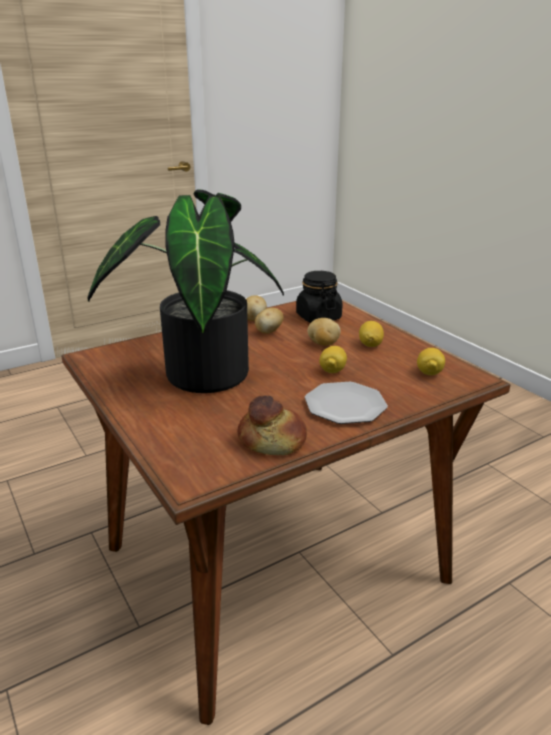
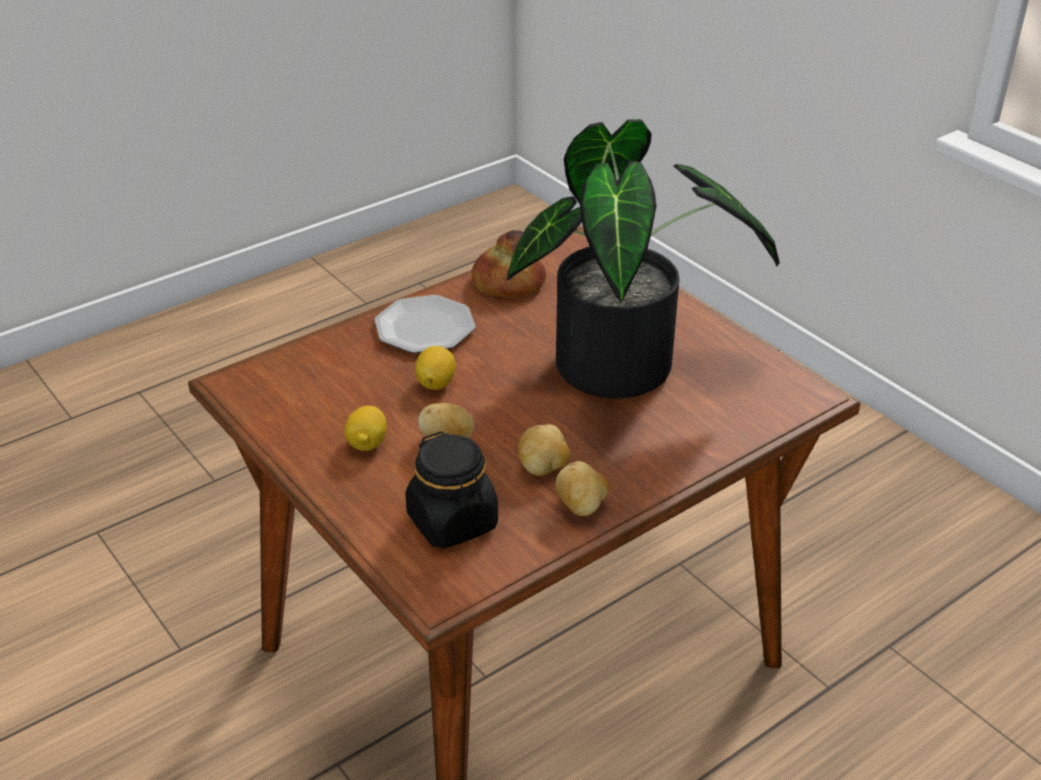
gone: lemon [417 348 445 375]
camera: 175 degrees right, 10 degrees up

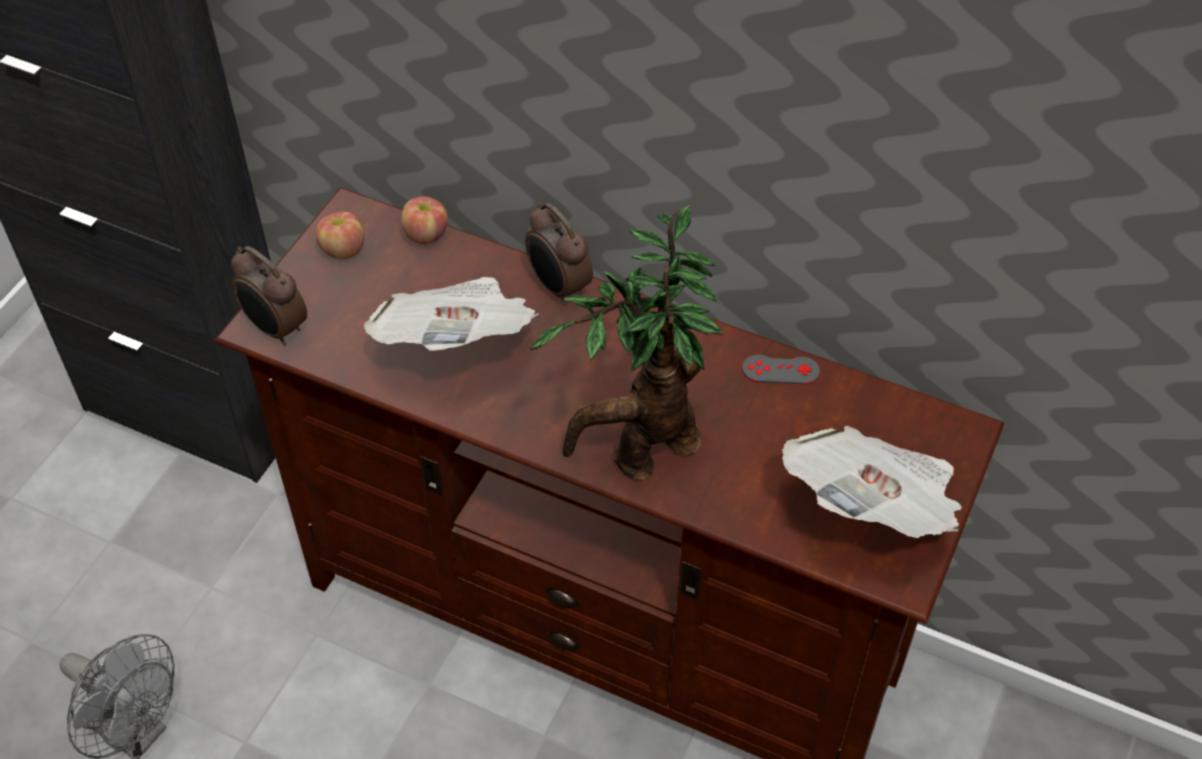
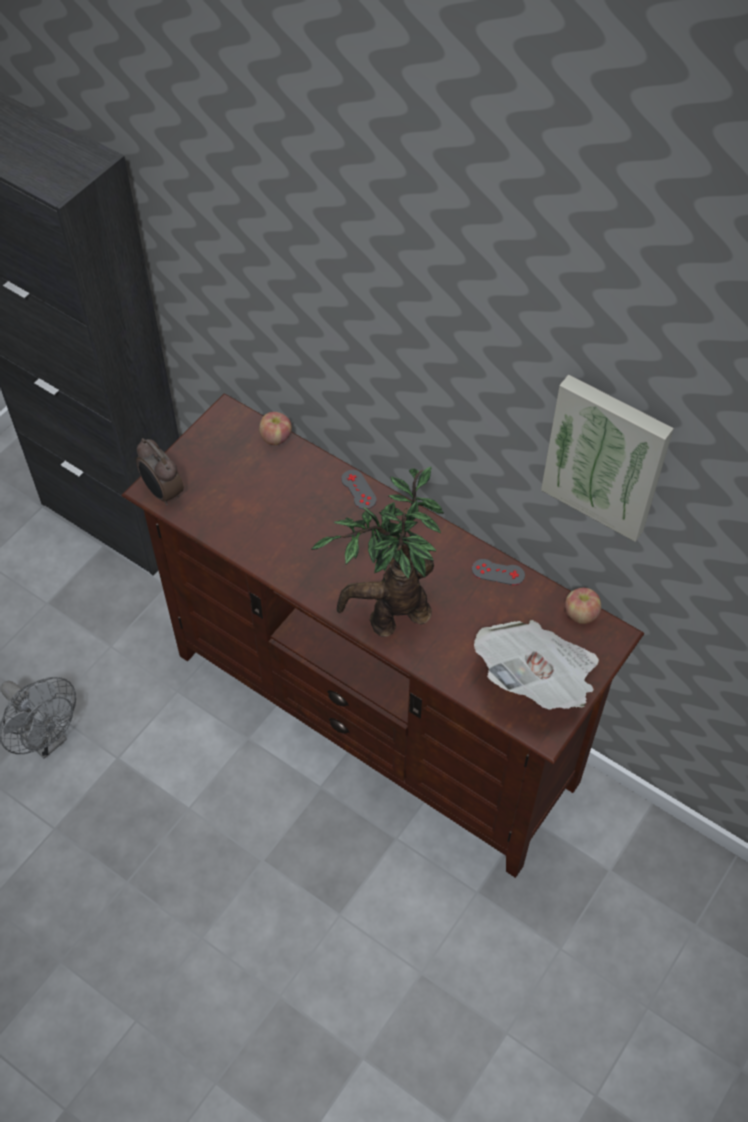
gone: newspaper [363 277 538 351]
new: picture [541 374 674 542]
shifted: apple [316 212 365 259] to [565 588 601 624]
swapped: alarm_clock [525 202 593 305] to grey_game_controller [341 470 377 510]
camera: 10 degrees right, 5 degrees up

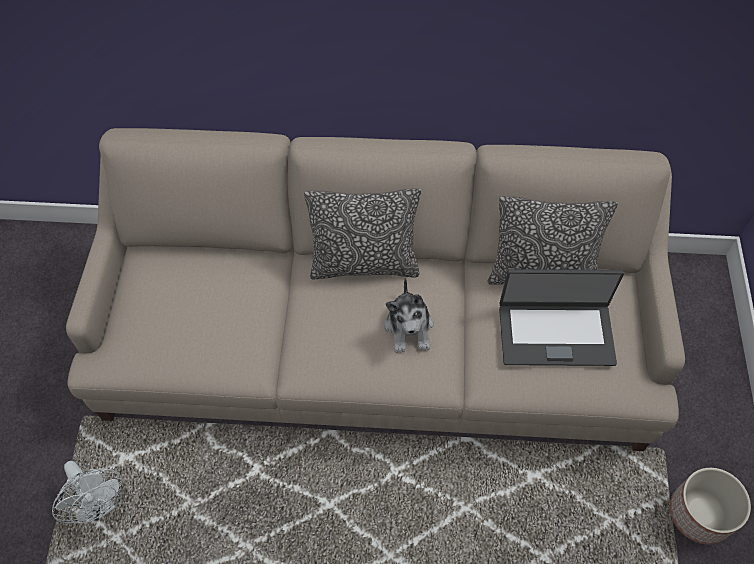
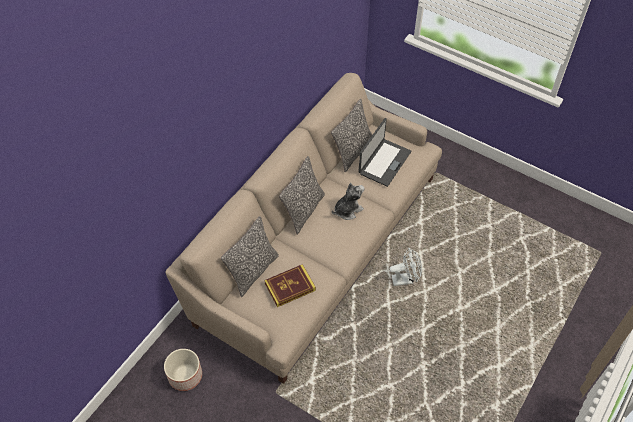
new: pillow [221 216 279 297]; book [264 264 316 307]
shifted: planter [670 468 751 544] to [164 349 202 391]; white_fan [52 461 123 524] to [390 248 422 286]
rotated: plush_toy [385 277 433 353] = [332 183 365 220] 60 degrees counterclockwise
camera: 60 degrees left, 5 degrees down

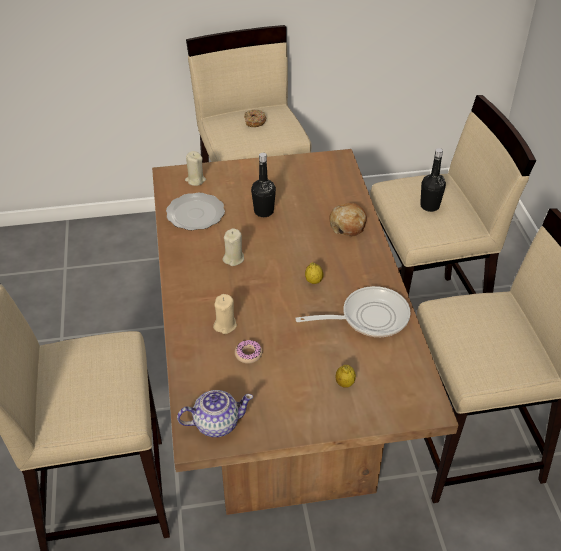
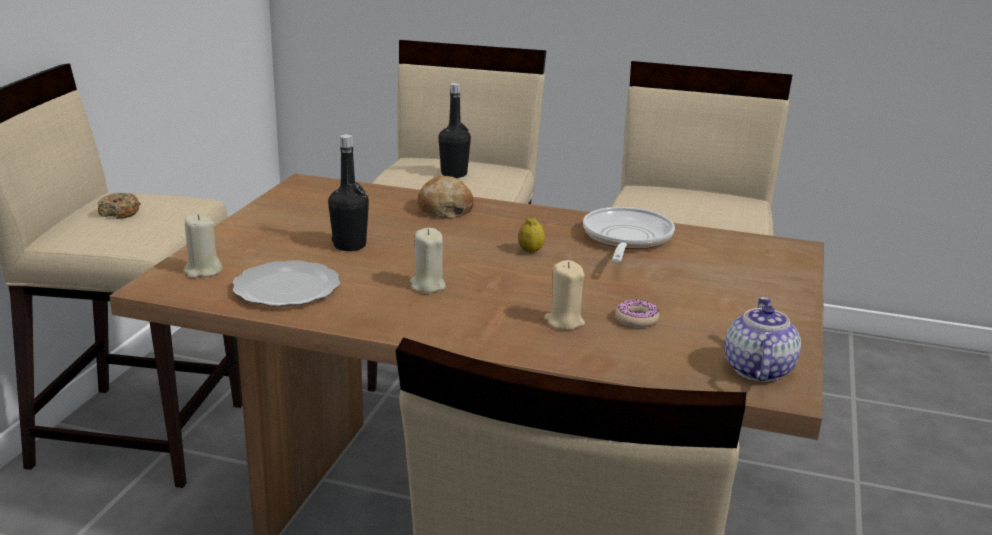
gone: lemon [336 365 356 388]
camera: 65 degrees left, 20 degrees down

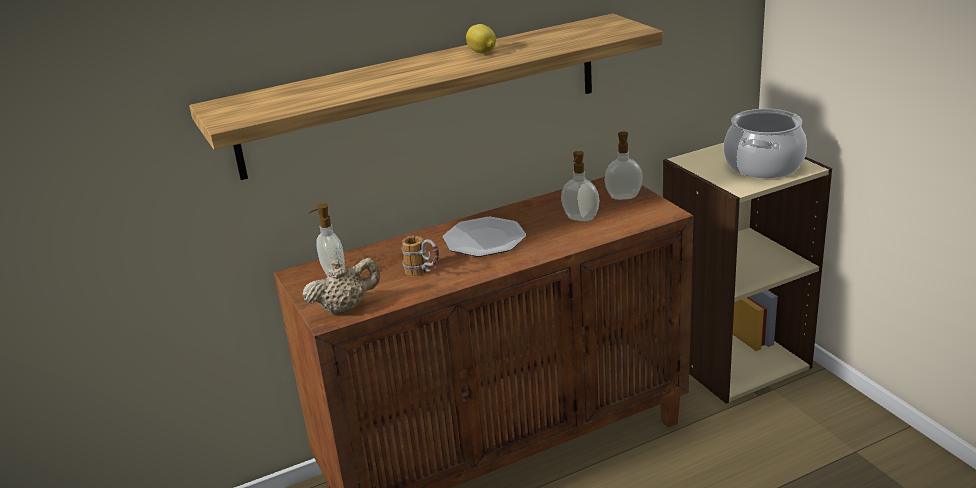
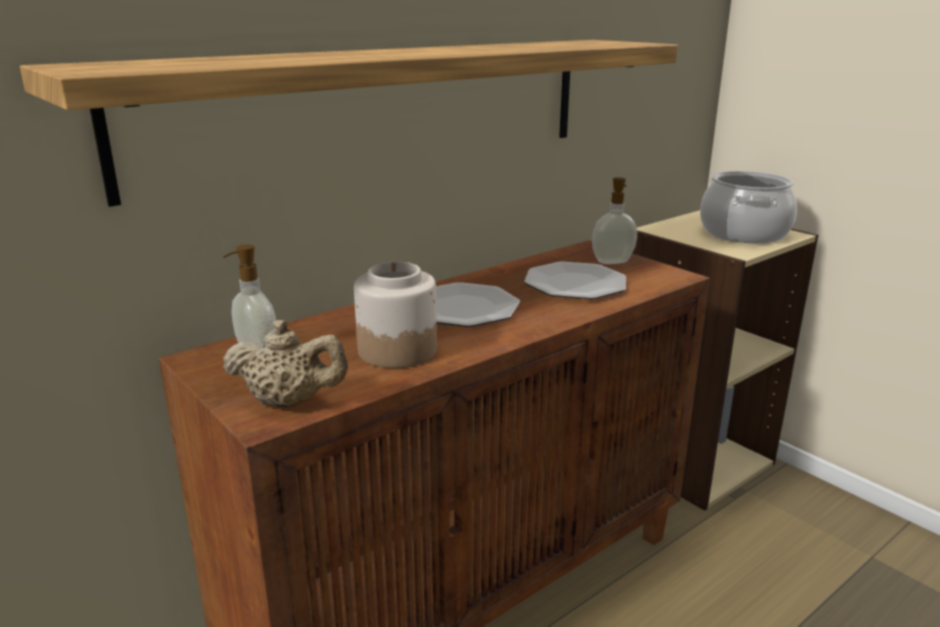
gone: lemon [466 24 496 54]
swapped: mug [402 235 439 276] to jar [354 262 437 368]; soap_dispenser [561 151 599 221] to plate [524 262 626 299]
rotated: beige_teapot [302 258 380 315] = [223 320 348 407] 45 degrees clockwise
camera: 15 degrees left, 5 degrees down

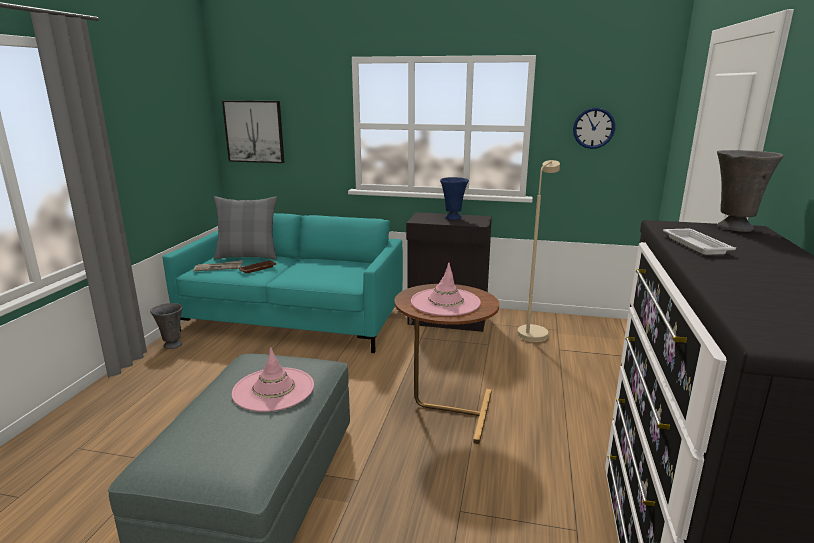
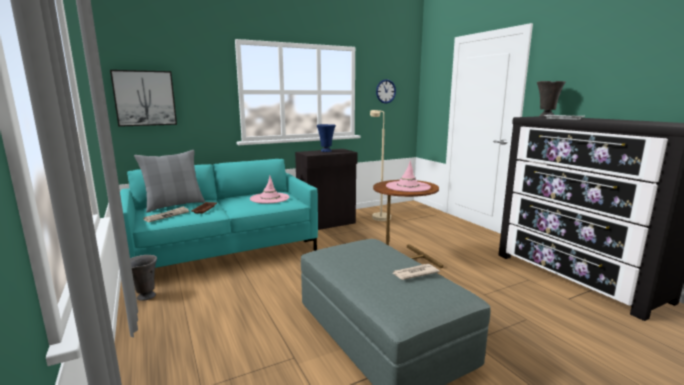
new: newspaper [392 264 440 280]
shifted: pink_hat [232 347 314 412] to [250 176 289 204]
camera: 40 degrees left, 5 degrees down

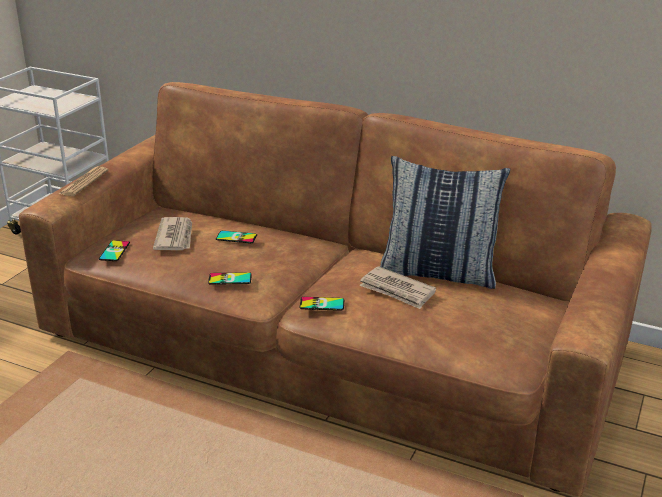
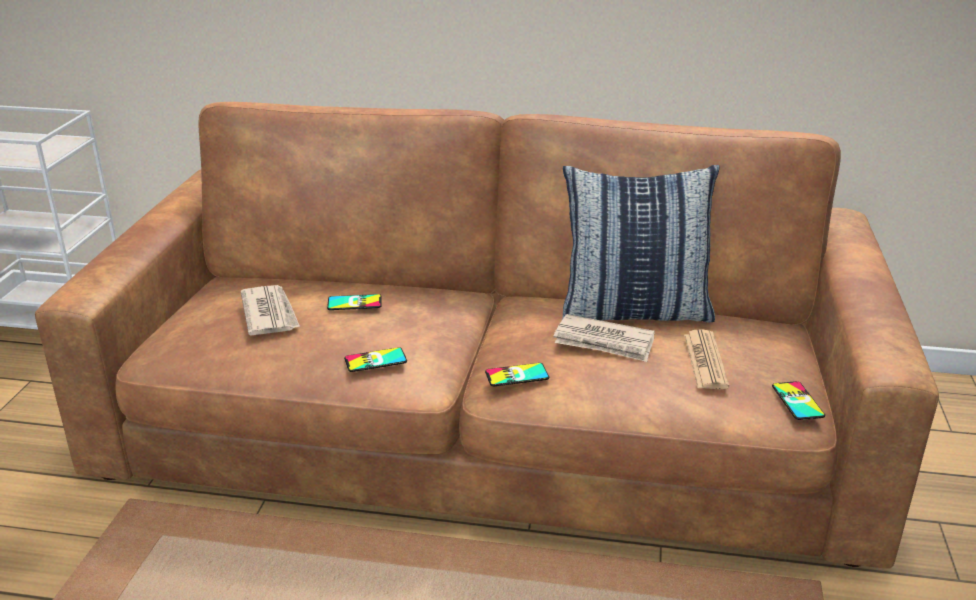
shifted: newspaper [59 166 109 196] to [684 329 729 389]; phone [99 240 130 261] to [772 381 825 420]
camera: 15 degrees left, 0 degrees up

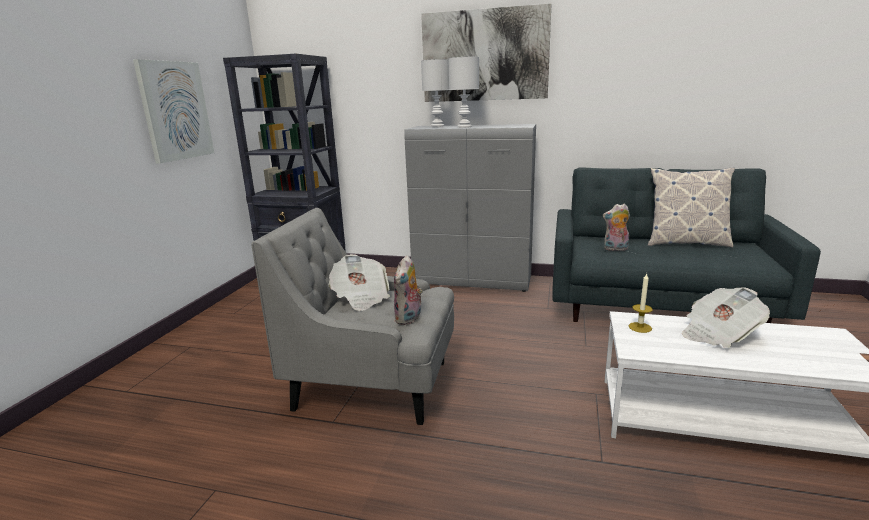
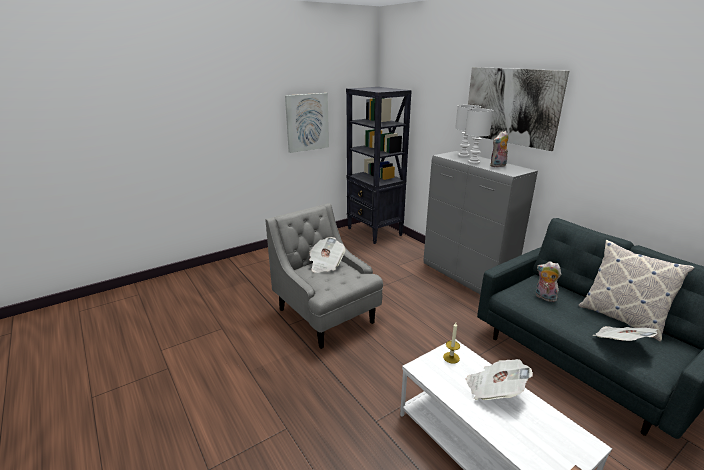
new: newspaper [592 326 658 341]
shifted: plush_toy [394 255 423 325] to [490 131 508 167]
camera: 40 degrees right, 5 degrees up

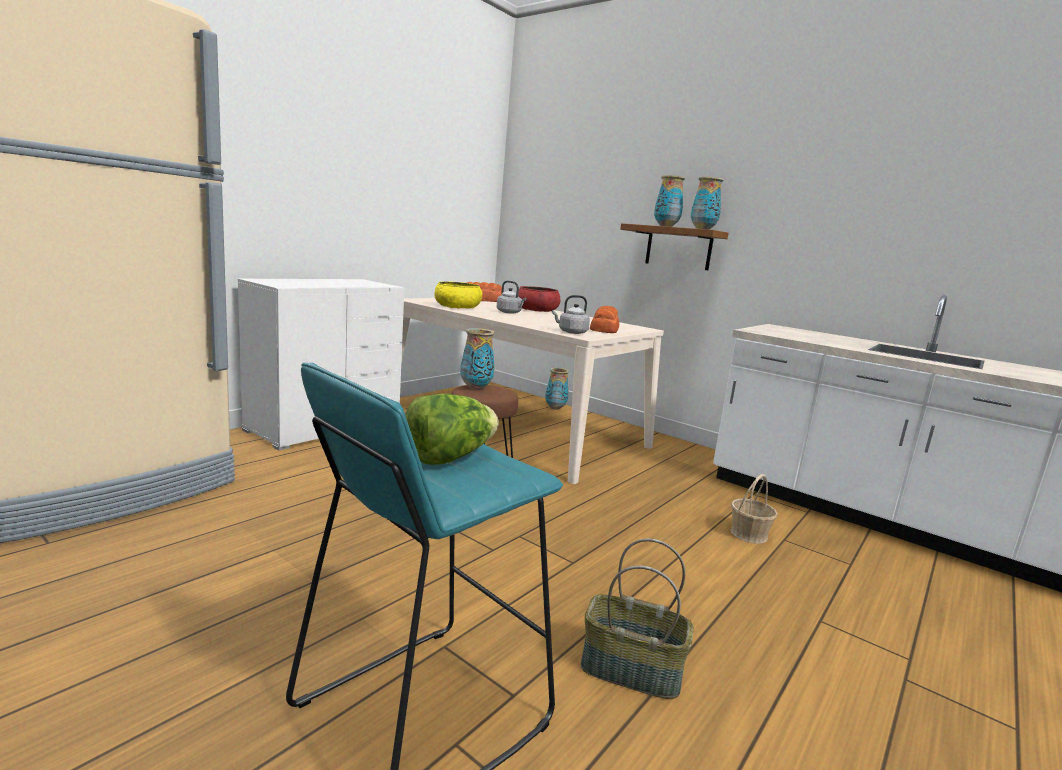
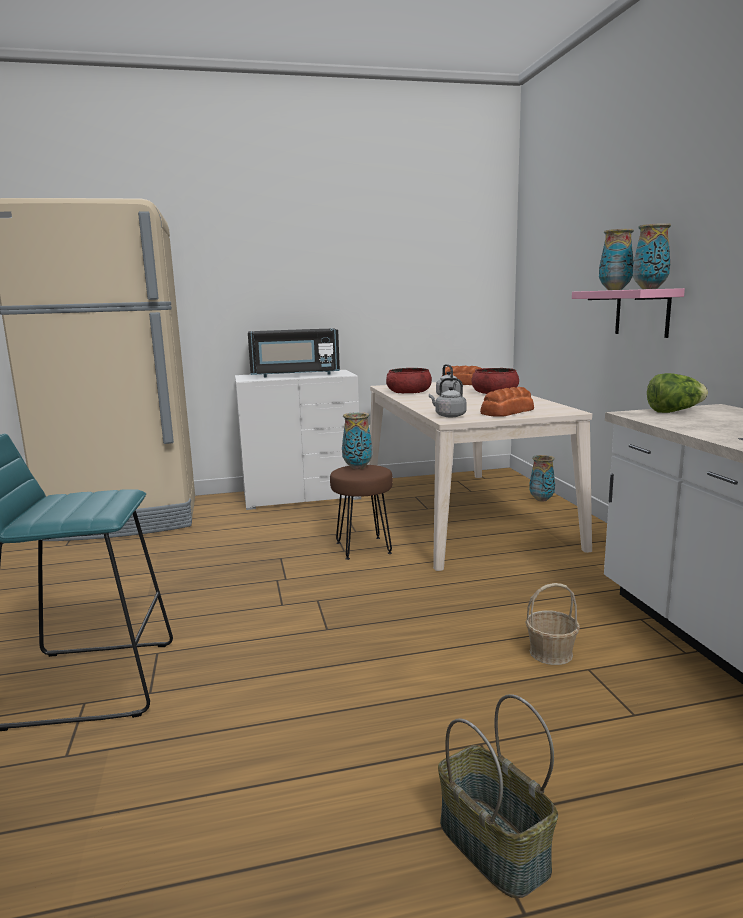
new: black_microwave [248 328 340 377]
shifted: basket [580 538 694 699] to [438 694 558 898]; lettuce [405 394 499 465] to [647 373 708 413]
repainted: yellow_bowl [434 281 482 309] to red_bowl [386 368 432 394]; brown_shelf [620 223 729 270] to pink_shelf [572 288 685 338]
camera: 40 degrees right, 0 degrees up

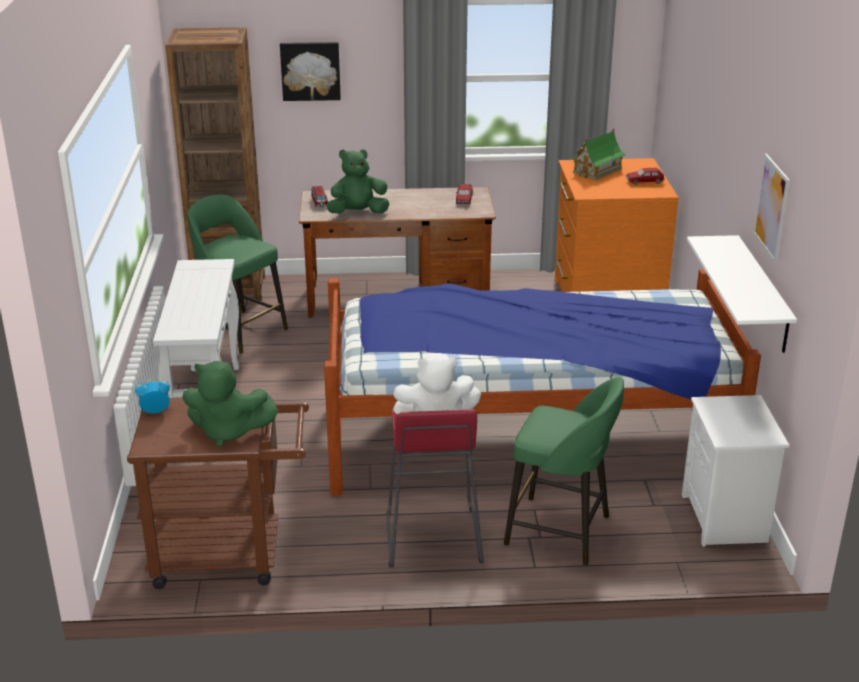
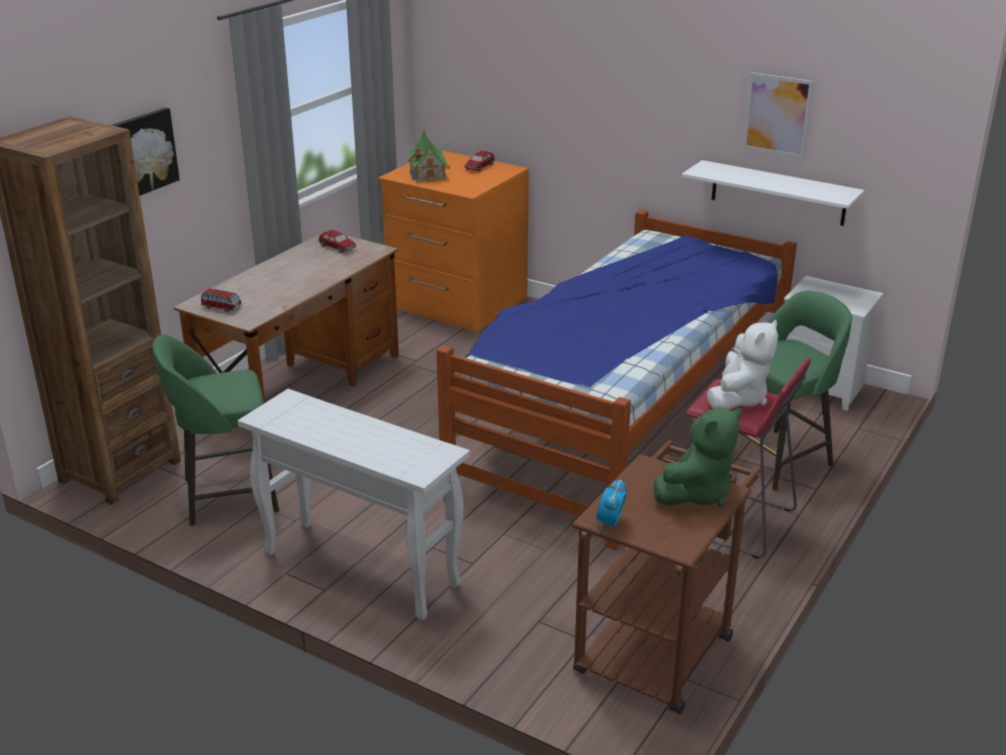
gone: green_plush_toy [326 149 389 213]
camera: 55 degrees left, 0 degrees up

